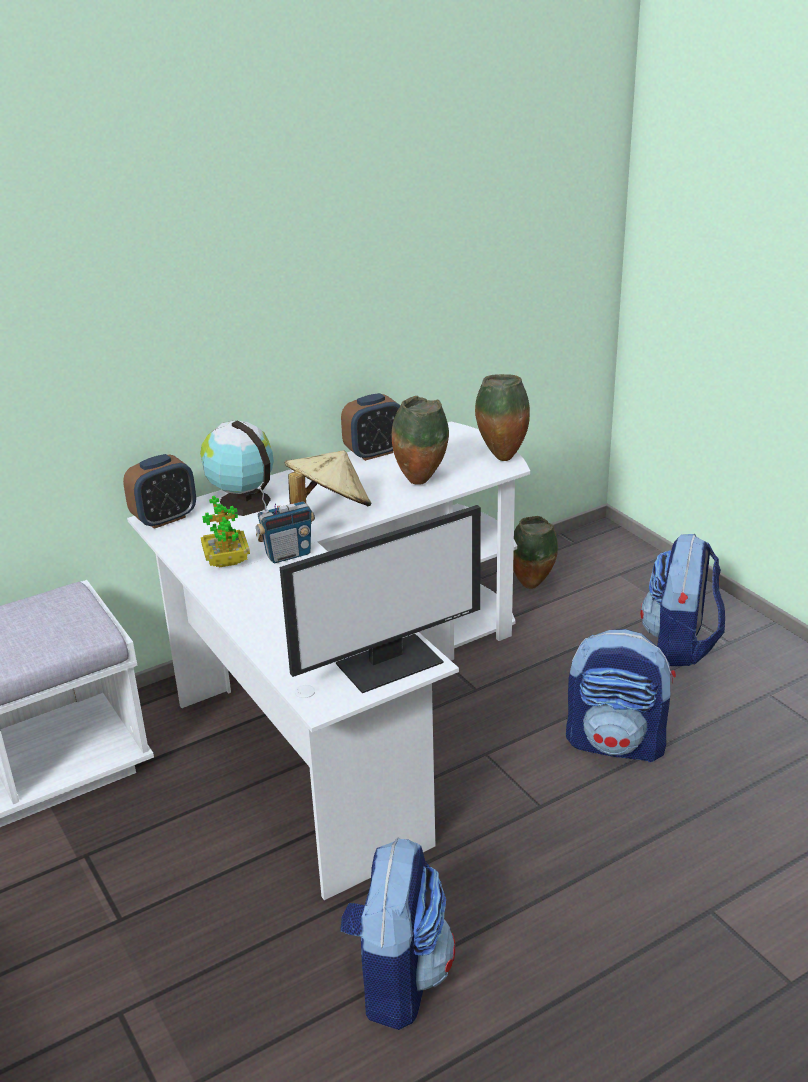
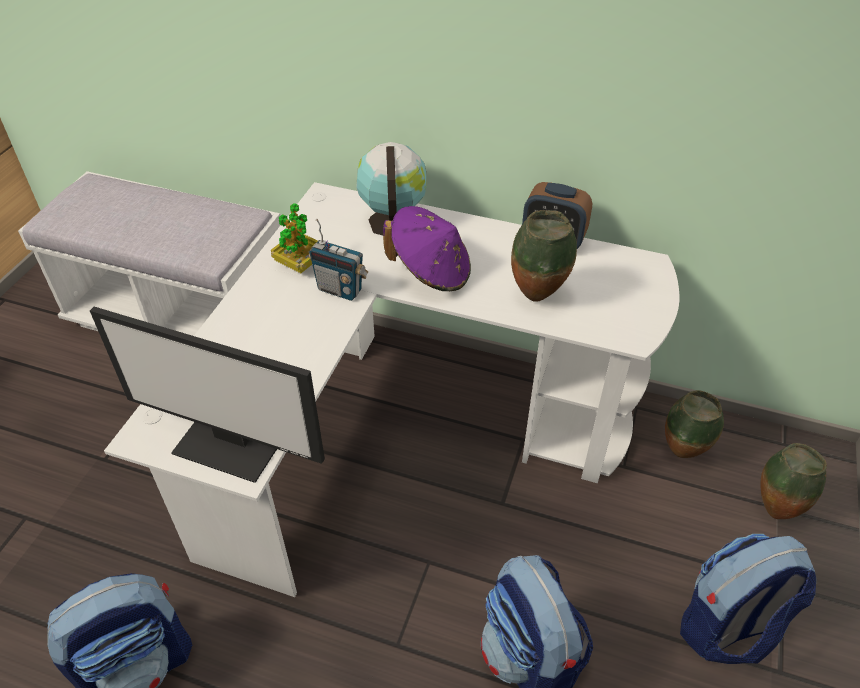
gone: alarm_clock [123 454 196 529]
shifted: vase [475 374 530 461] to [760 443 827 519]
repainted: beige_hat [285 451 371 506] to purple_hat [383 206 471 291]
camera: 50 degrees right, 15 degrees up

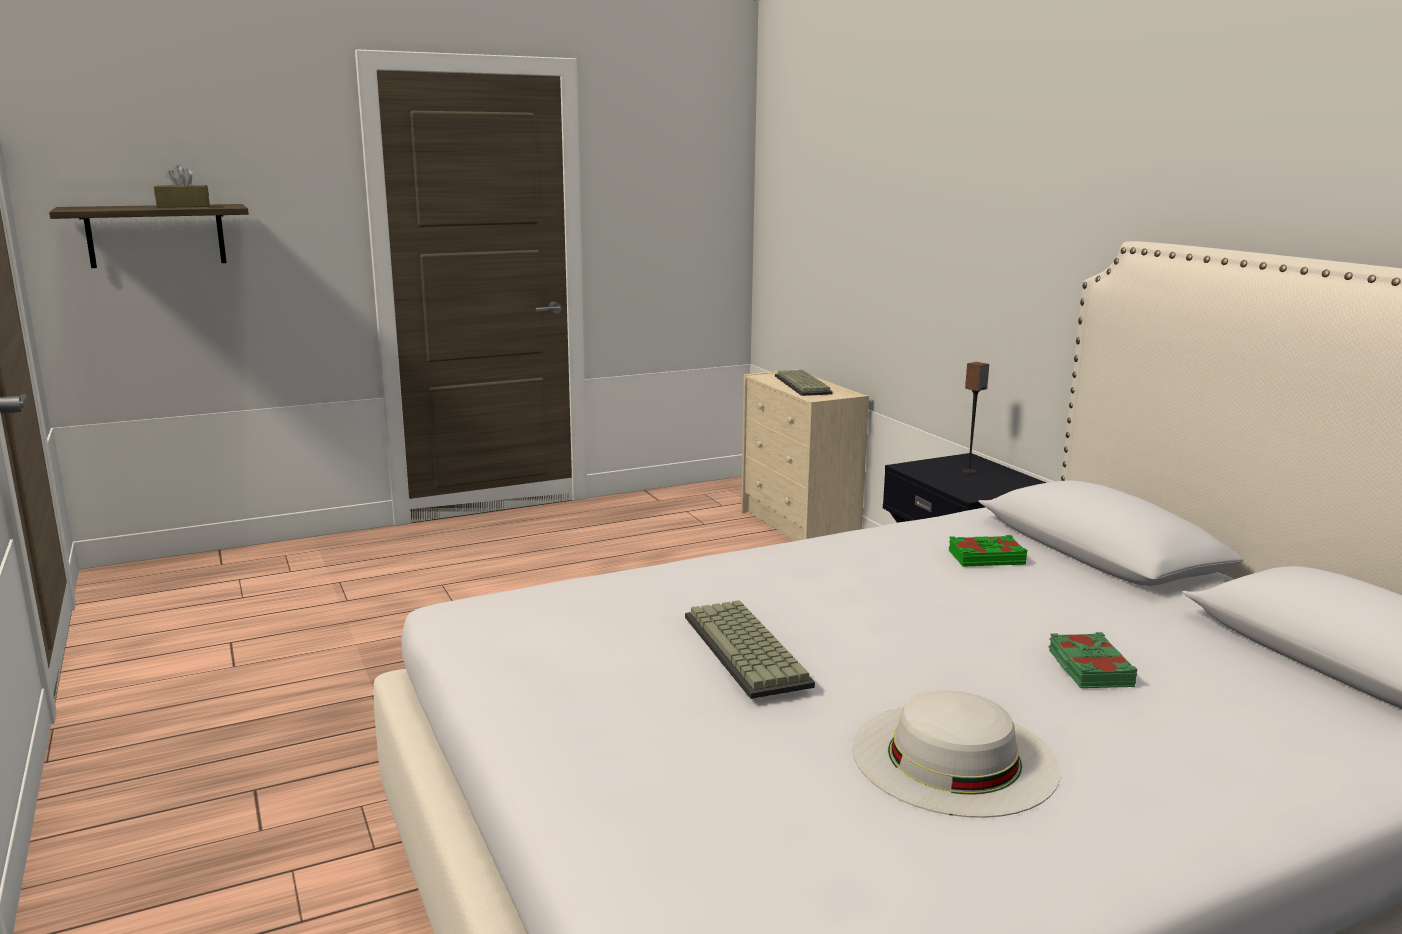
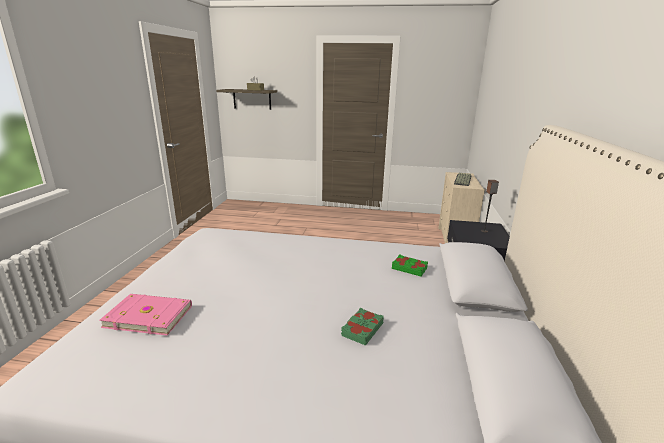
gone: keyboard [685 600 815 699]; white_hat [852 690 1060 818]
new: pink_book [99 294 192 336]
camera: 35 degrees right, 5 degrees up

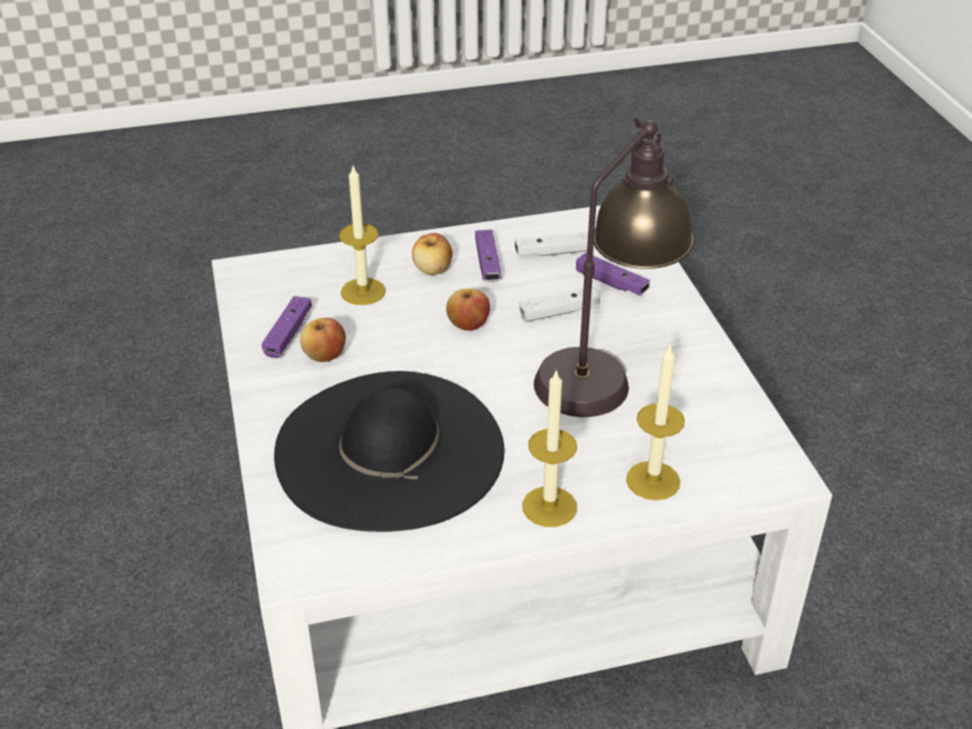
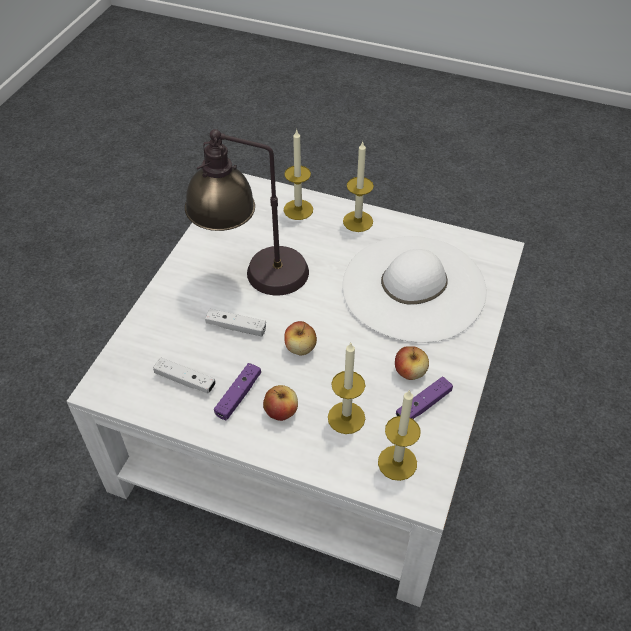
gone: purple_game_controller [576 253 650 295]
new: candle [378 390 421 481]
repainted: black_hat [274 371 505 532] to white_hat [342 236 487 343]
camera: 145 degrees left, 10 degrees up

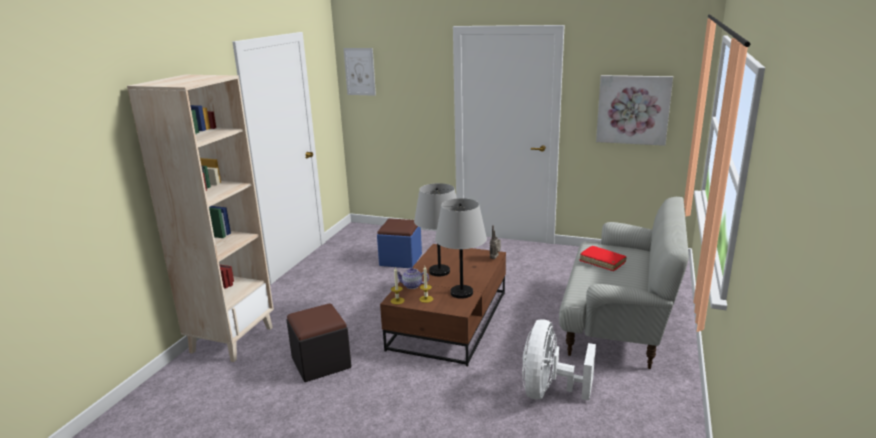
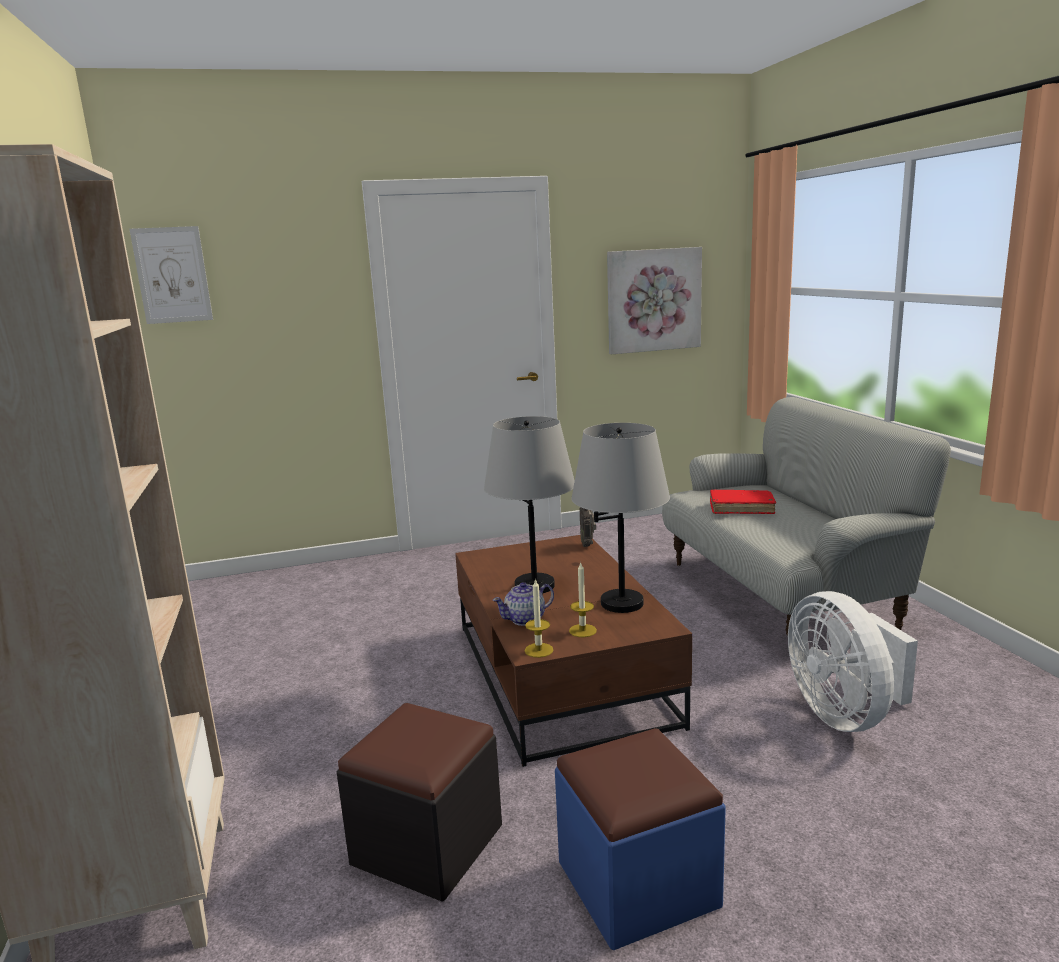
shifted: blue_ottoman [377 219 422 268] to [555 728 726 950]
camera: 35 degrees left, 5 degrees down

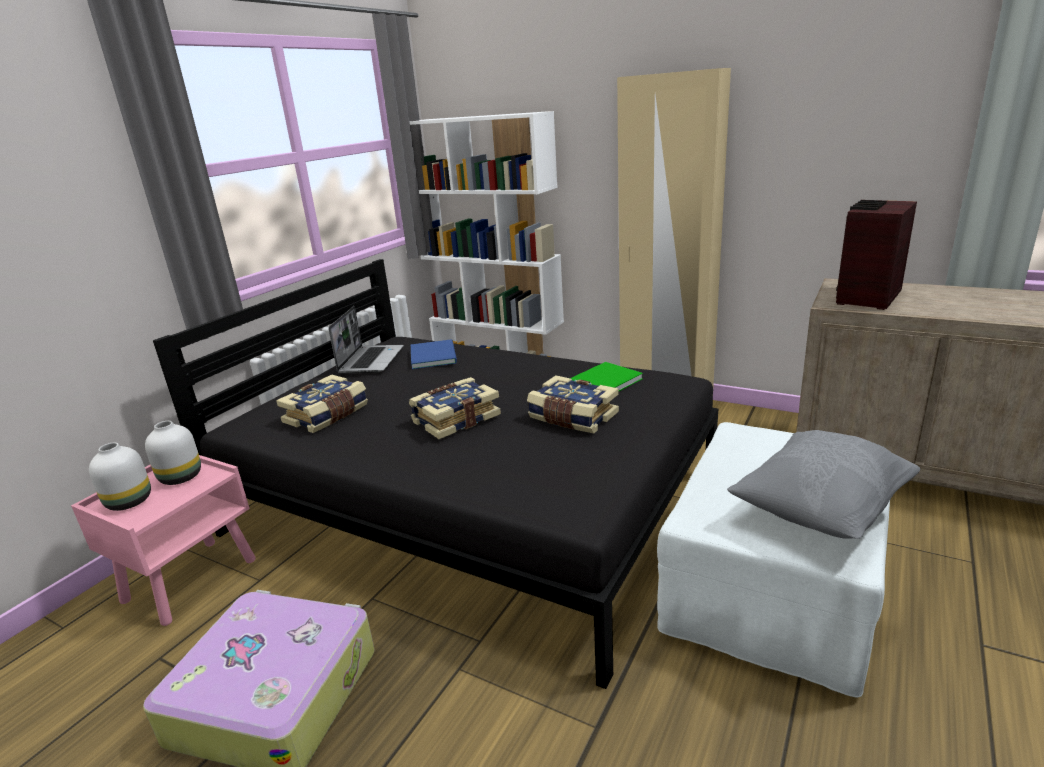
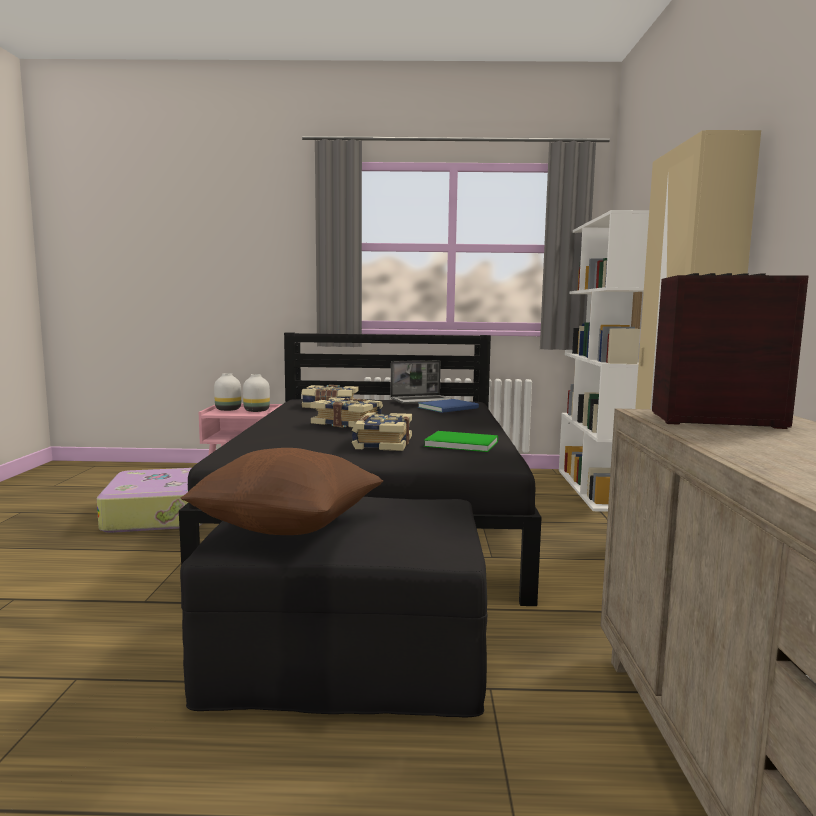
repainted: white_ottoman [657 422 890 698] to black_ottoman [180 497 487 717]; grey_pillow [727 430 920 539] to brown_pillow [181 448 383 535]
camera: 60 degrees right, 15 degrees down

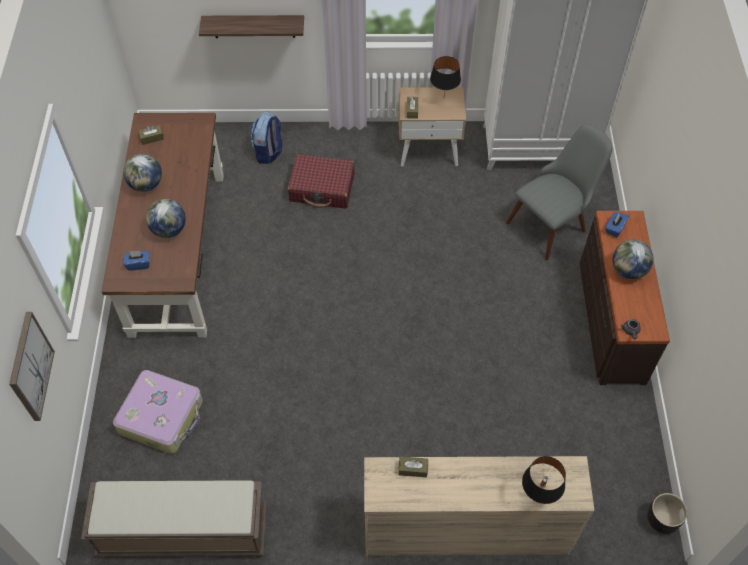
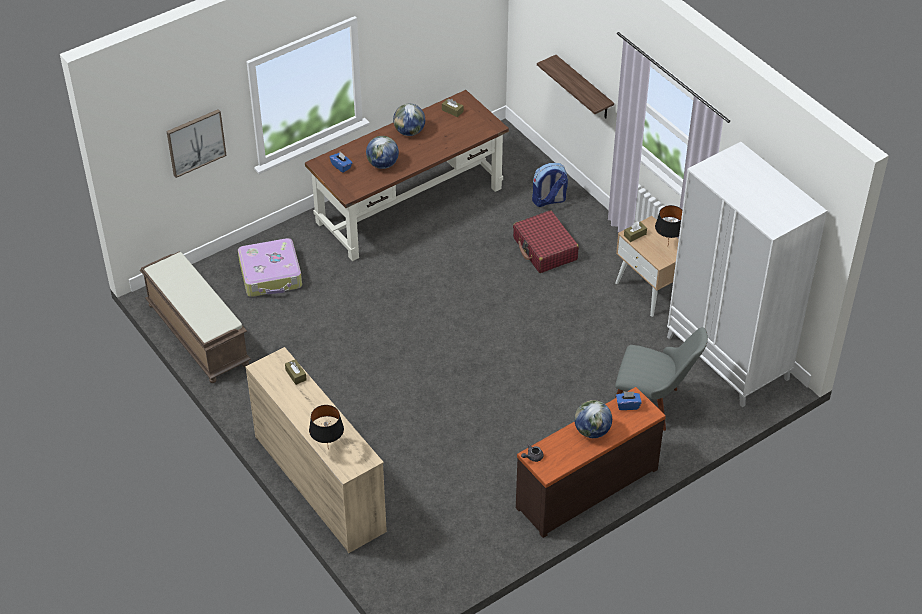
gone: black_planter [647 493 688 534]
camera: 55 degrees right, 10 degrees down

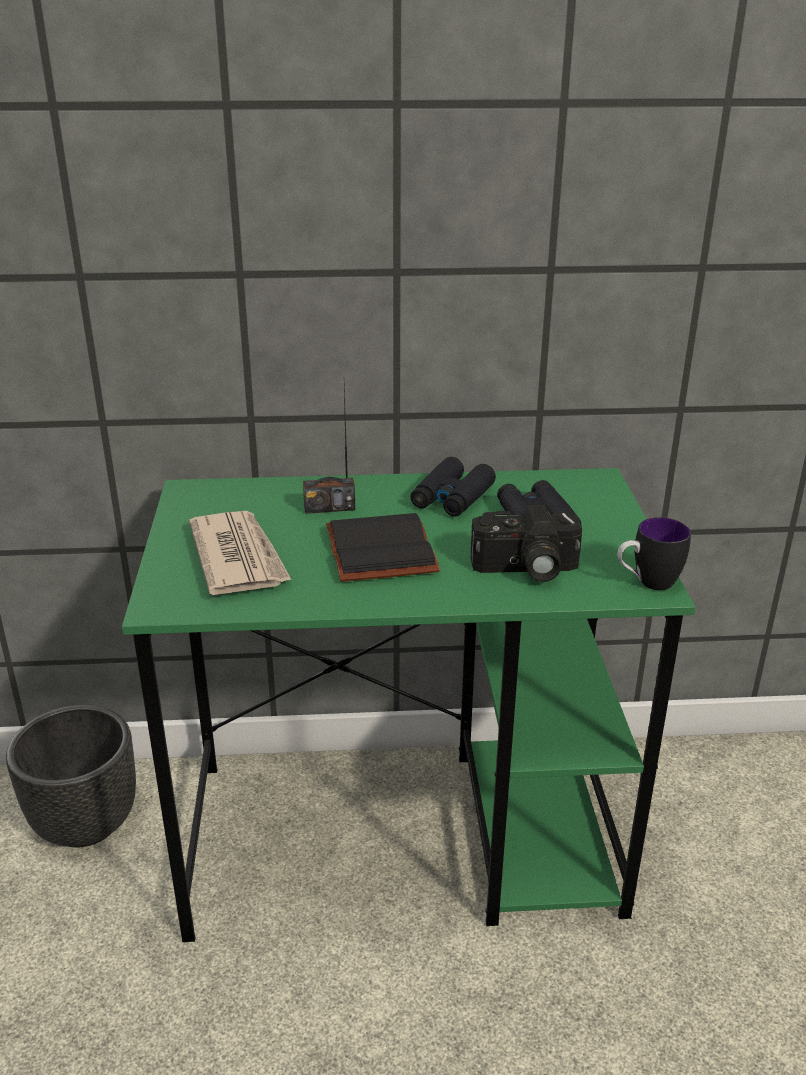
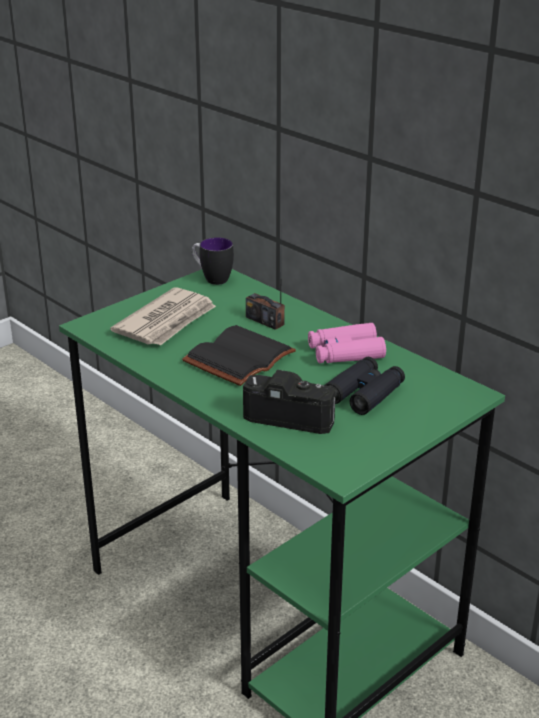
gone: black_planter [6 705 136 847]
shifted: mug [617 517 691 590] to [192 237 234 285]
repainted: black_binoculars [410 457 496 517] to pink_binoculars [308 323 386 363]
rotated: photo_camera [471 505 582 582] = [243 370 336 434] 150 degrees clockwise
camera: 50 degrees right, 0 degrees up

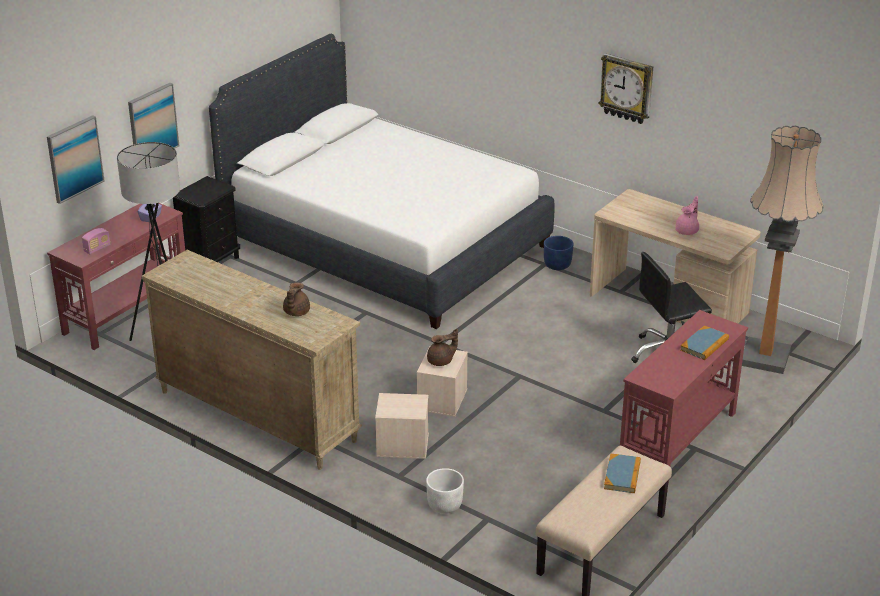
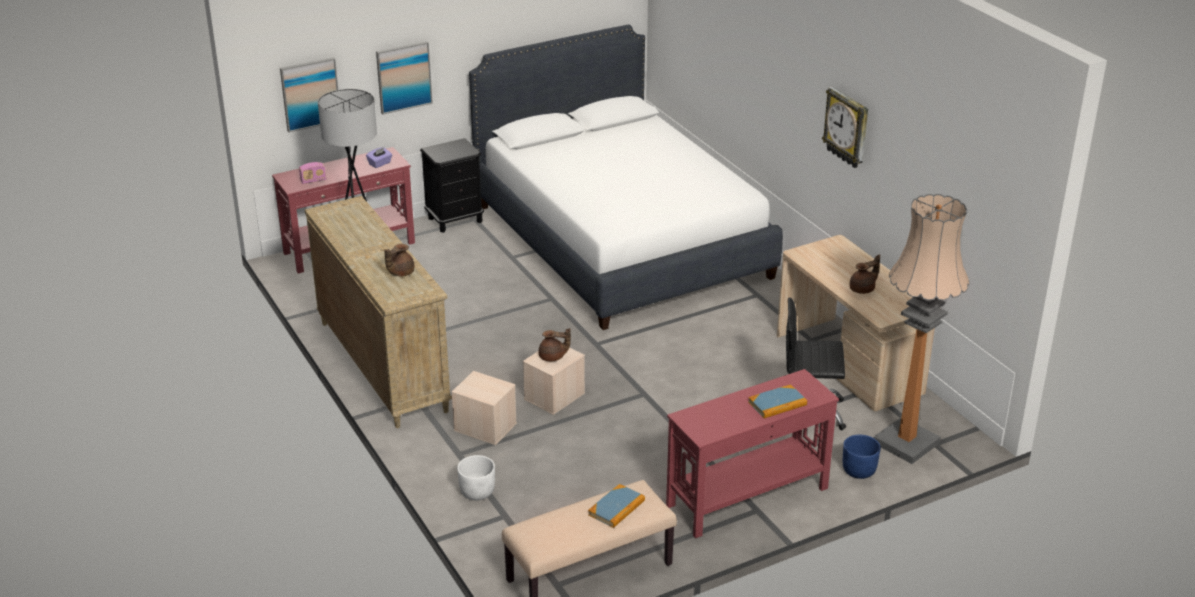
shifted: blue_planter [544 236 574 270] to [843 435 881 479]
repainted: pink_teapot [675 196 699 235] to brown_teapot [850 255 880 294]
camera: 25 degrees right, 0 degrees up

